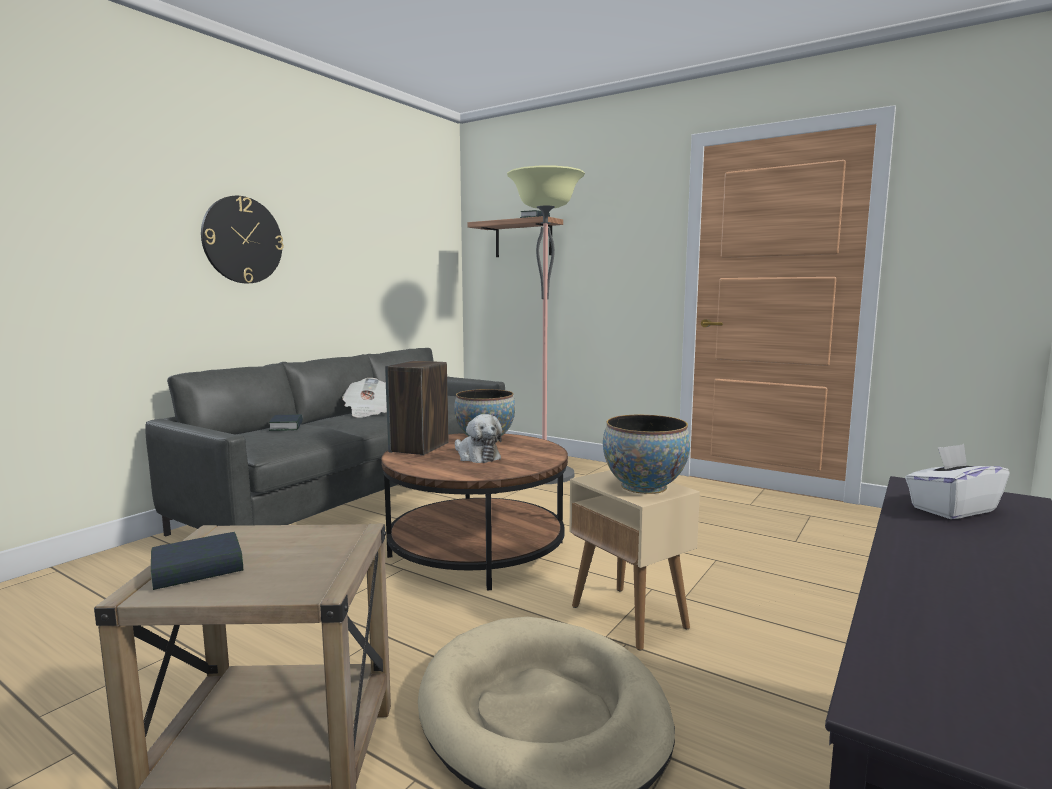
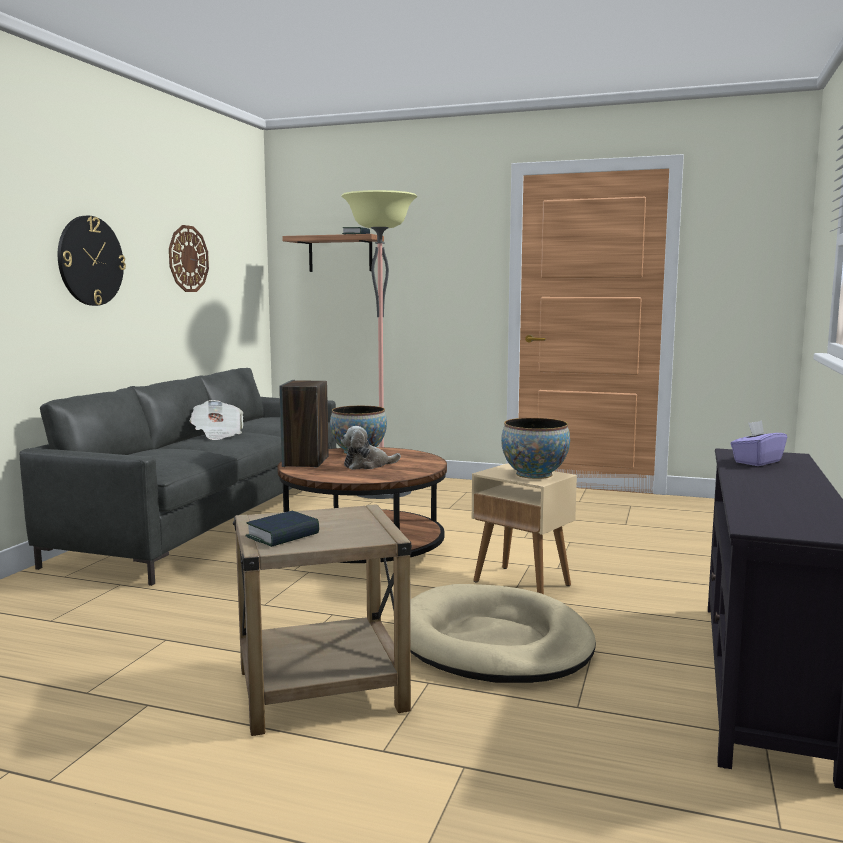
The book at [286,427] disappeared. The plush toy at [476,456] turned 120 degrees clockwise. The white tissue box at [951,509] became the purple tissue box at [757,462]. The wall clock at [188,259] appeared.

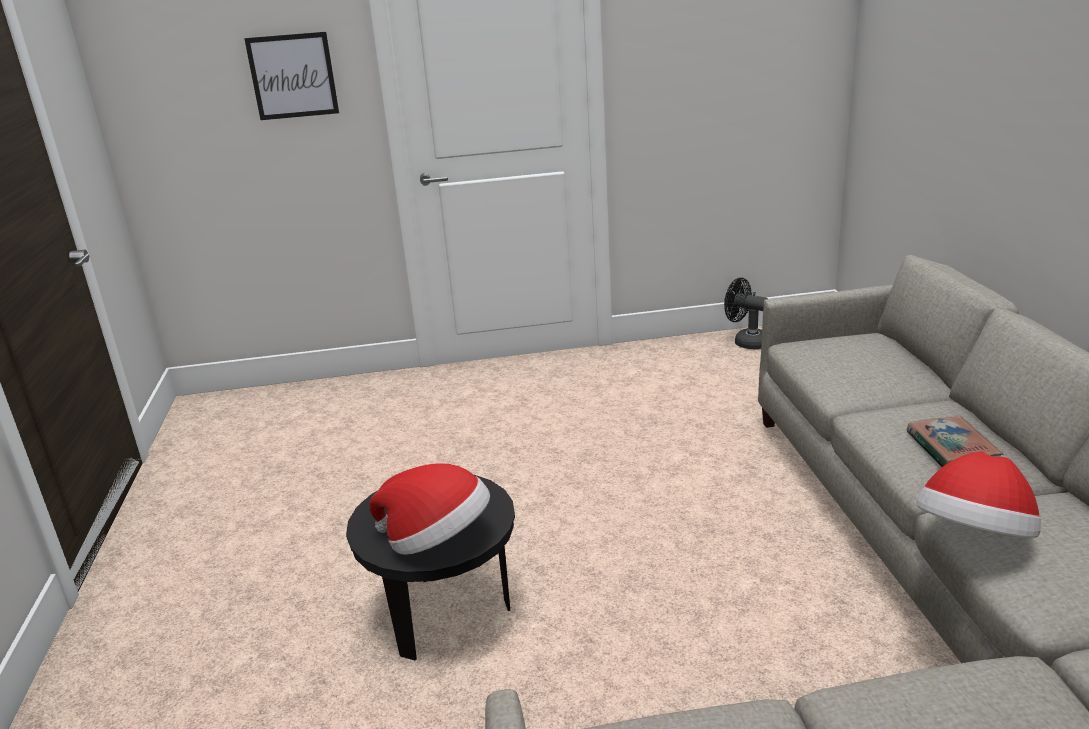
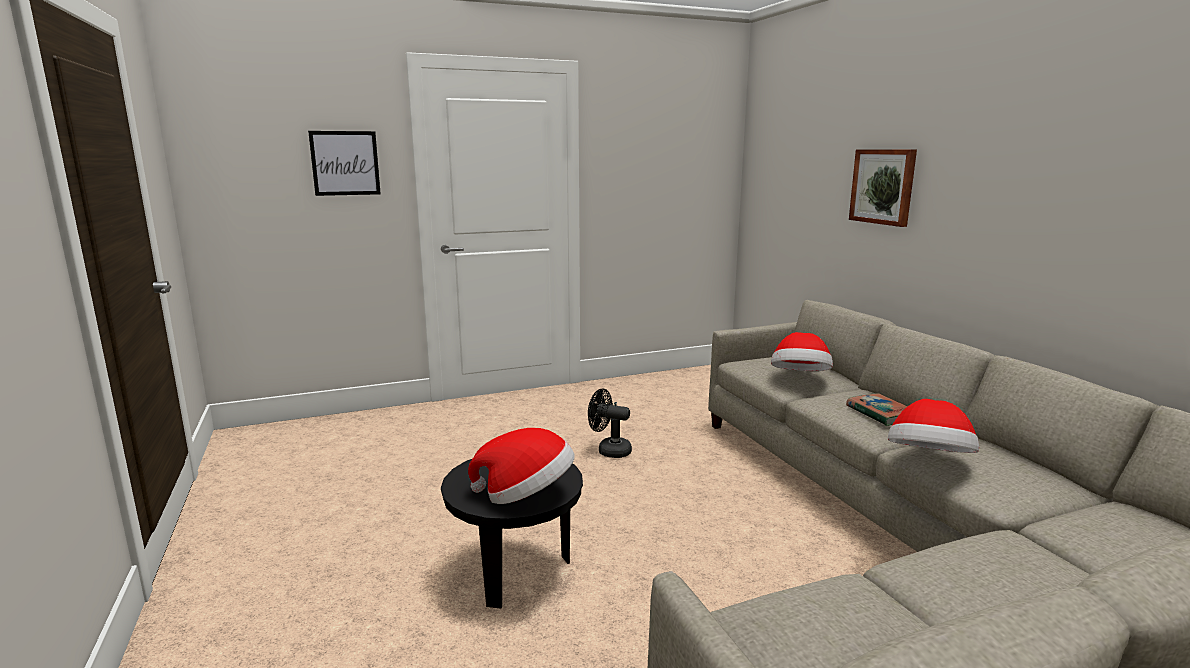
The black fan moved from [746,342] to [609,450]. The hat at [800,378] appeared. The picture at [883,186] appeared.

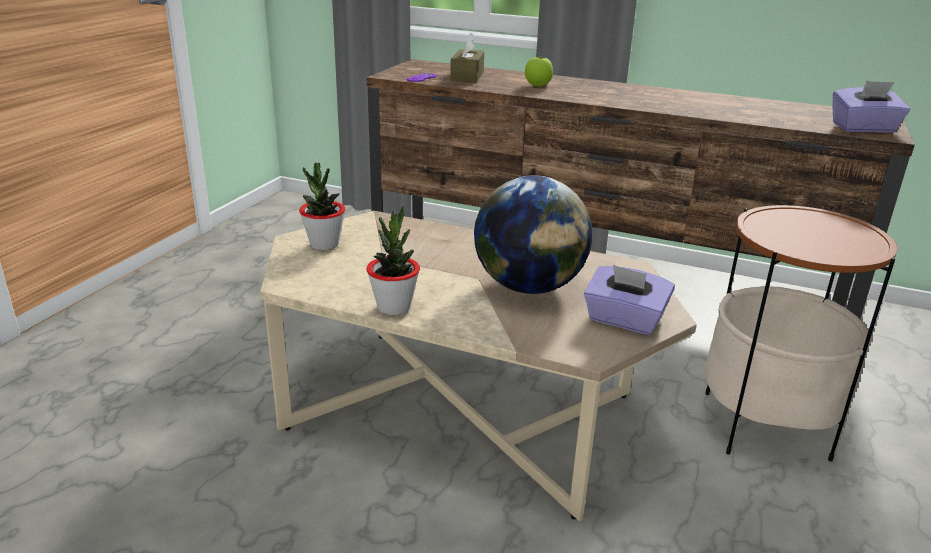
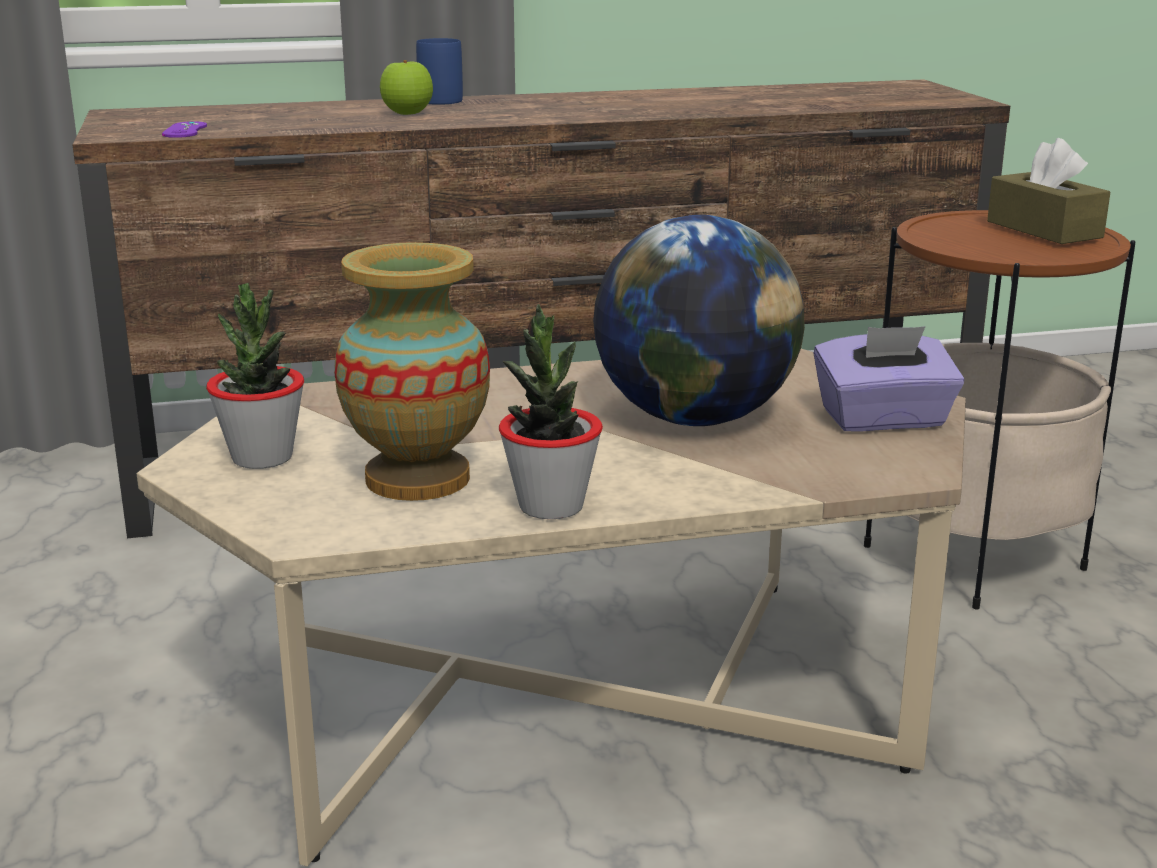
The brown tissue box moved from [467,76] to [1044,229]. The purple tissue box at [864,128] disappeared. The vase at [417,479] appeared. The blue mug at [437,99] appeared.

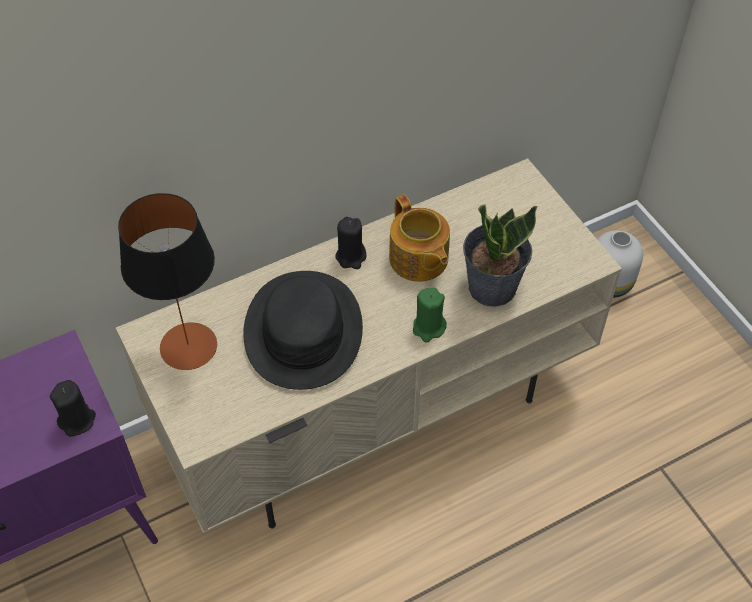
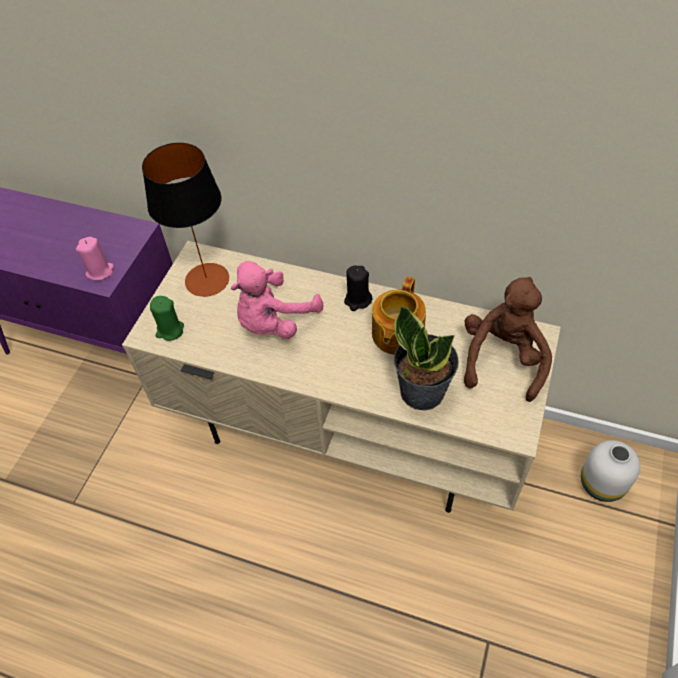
The black candle at [77,420] became the pink candle at [100,271]. The black hat at [302,331] was replaced by the pink plush toy at [274,321]. The green candle moved from [428,328] to [170,330]. The brown plush toy at [503,358] appeared.

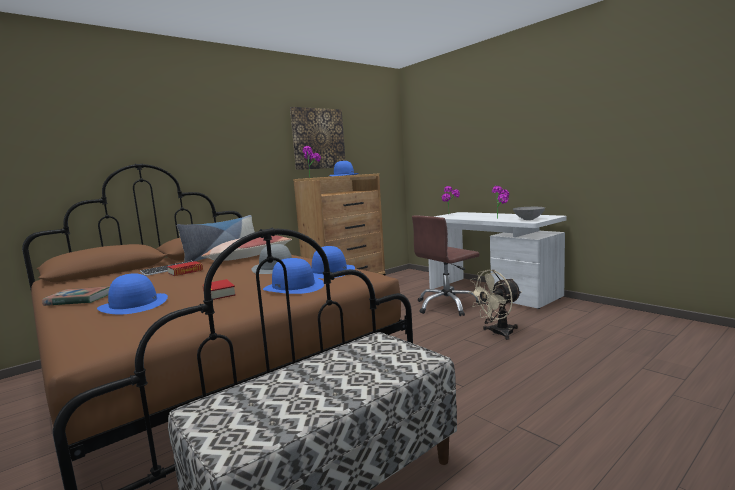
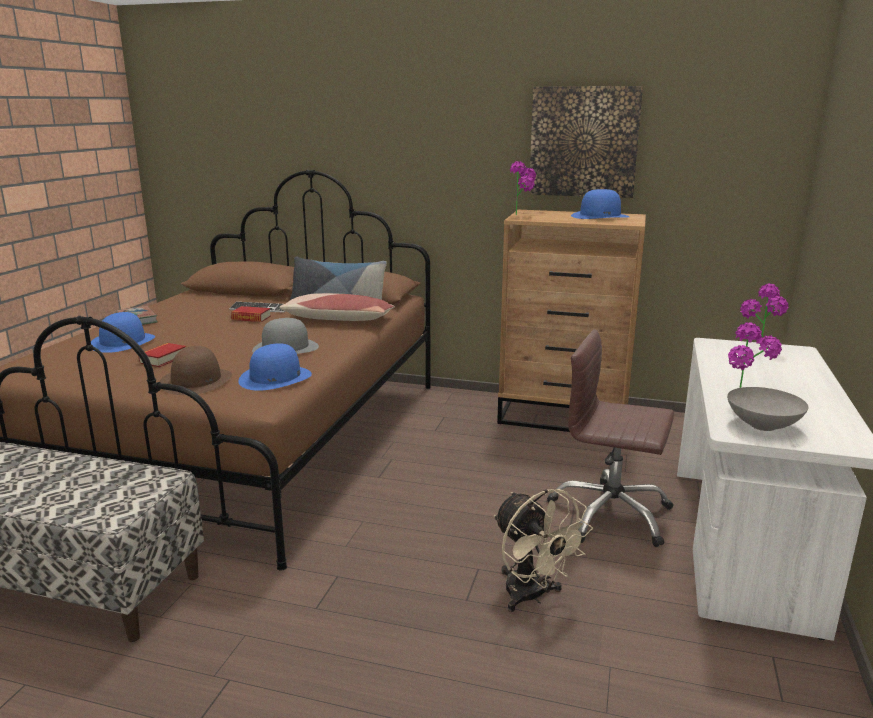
The blue hat at [294,287] became the brown hat at [196,381]. The beige fan at [497,333] turned 150 degrees counterclockwise.

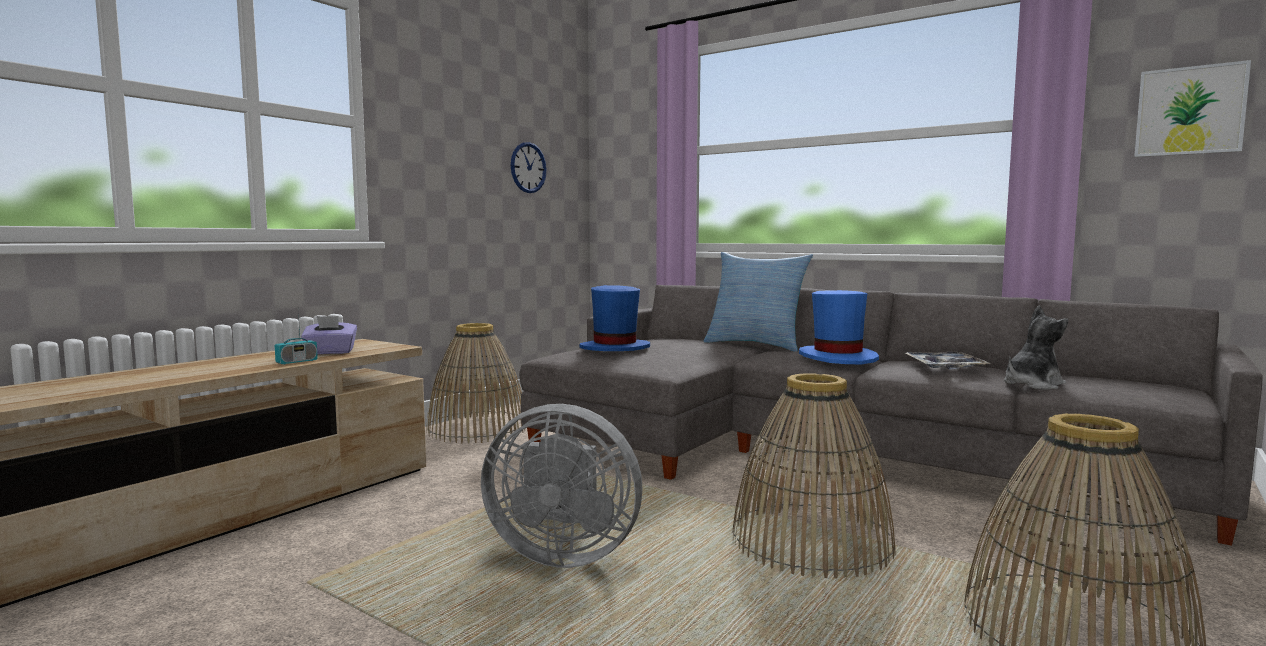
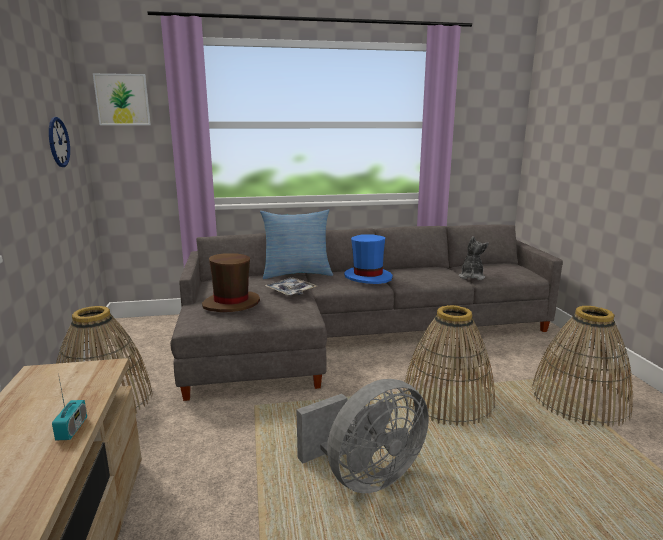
The purple tissue box at [330,352] disappeared. The blue hat at [614,348] became the brown hat at [231,304]. The tray moved from [944,367] to [290,291]. The picture moved from [1189,111] to [122,99].

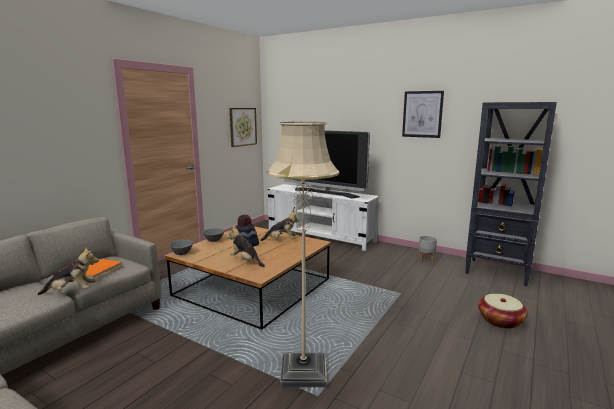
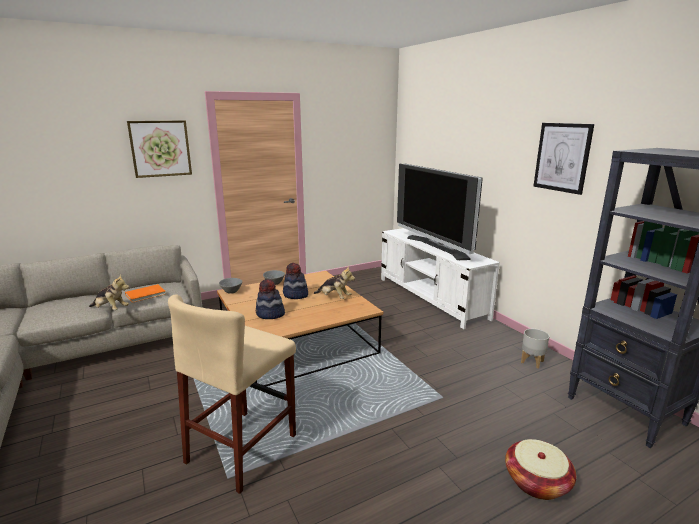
The plush toy at [245,261] was replaced by the hat at [270,314]. The picture moved from [243,127] to [160,148]. The beige floor lamp at [303,372] was replaced by the beige stool at [242,448].

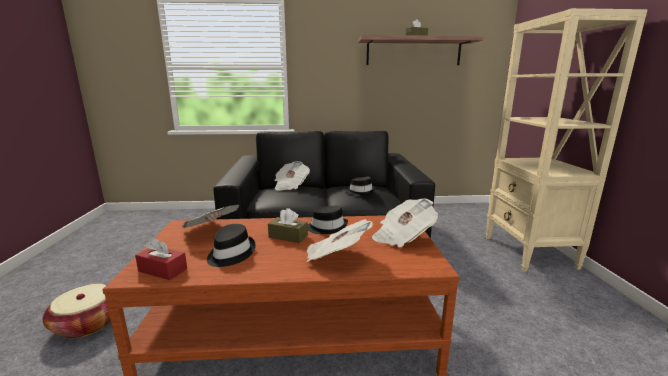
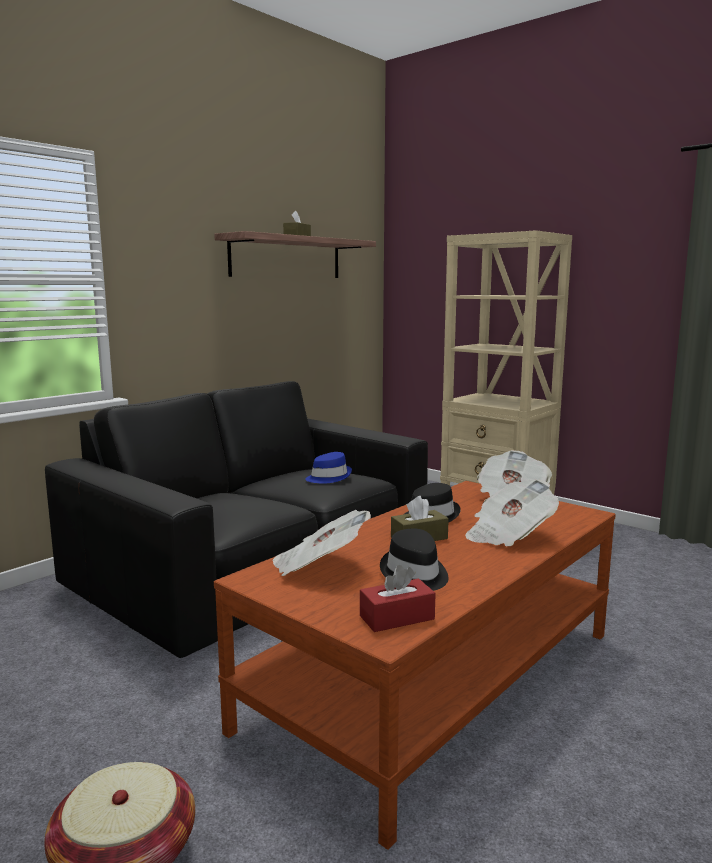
The newspaper at [290,186] disappeared. The black hat at [360,191] became the blue hat at [328,477].

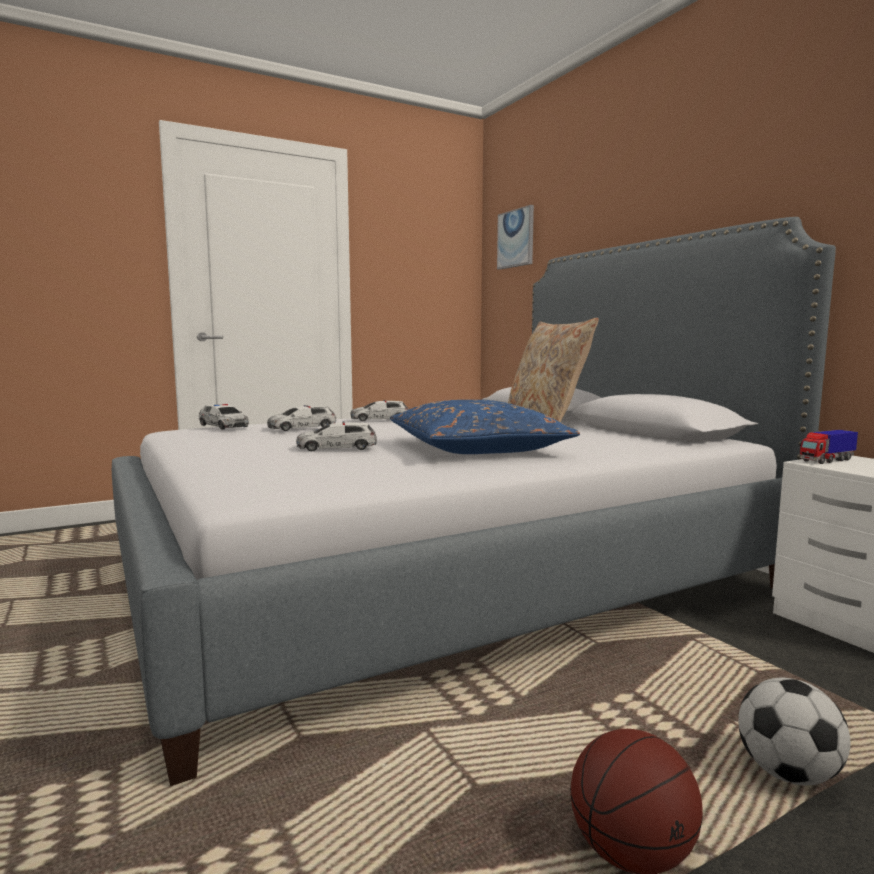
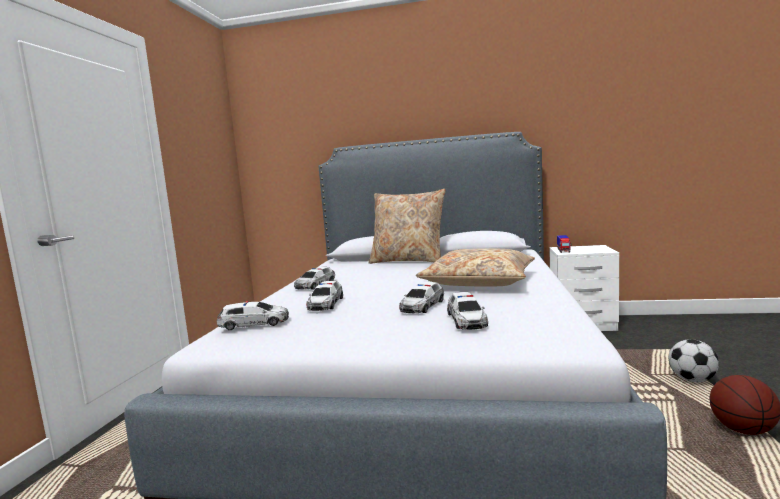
The blue pillow at [477,448] became the beige pillow at [479,282]. The picture at [516,238] disappeared. The toy car at [467,320] appeared.

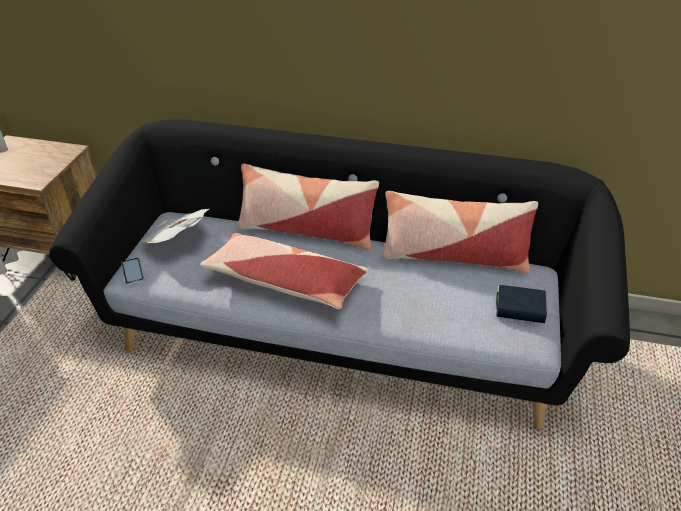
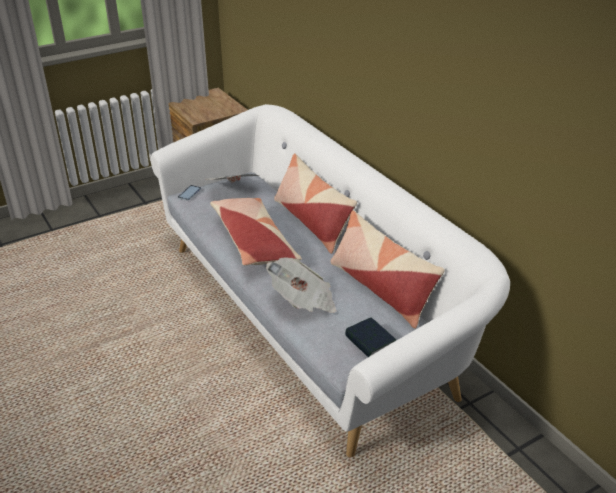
The black sofa at [340,328] became the white sofa at [308,313]. The newspaper at [303,301] appeared.

